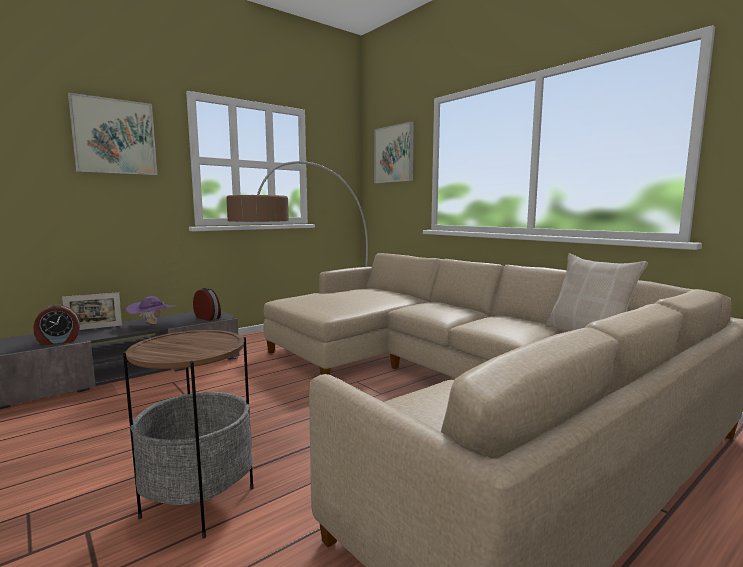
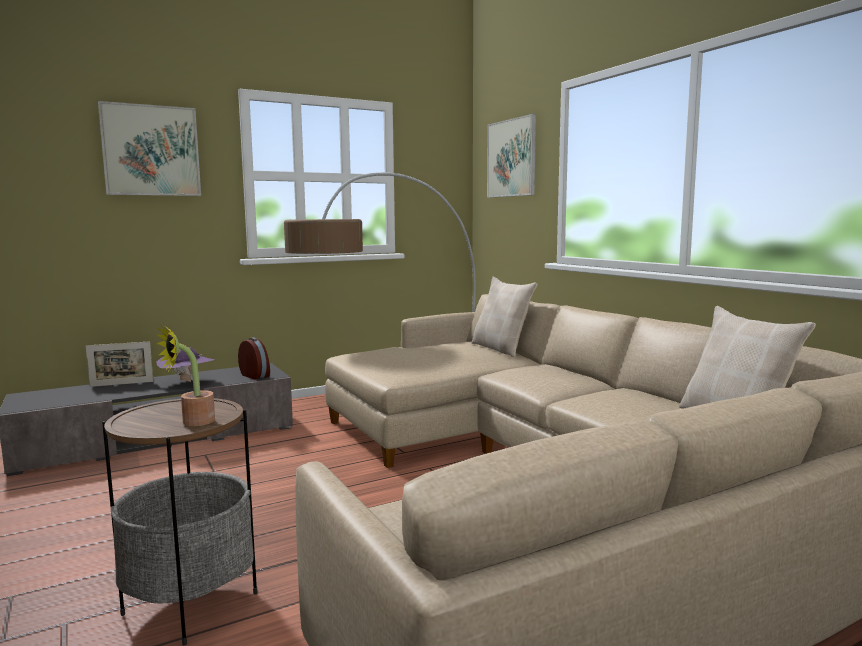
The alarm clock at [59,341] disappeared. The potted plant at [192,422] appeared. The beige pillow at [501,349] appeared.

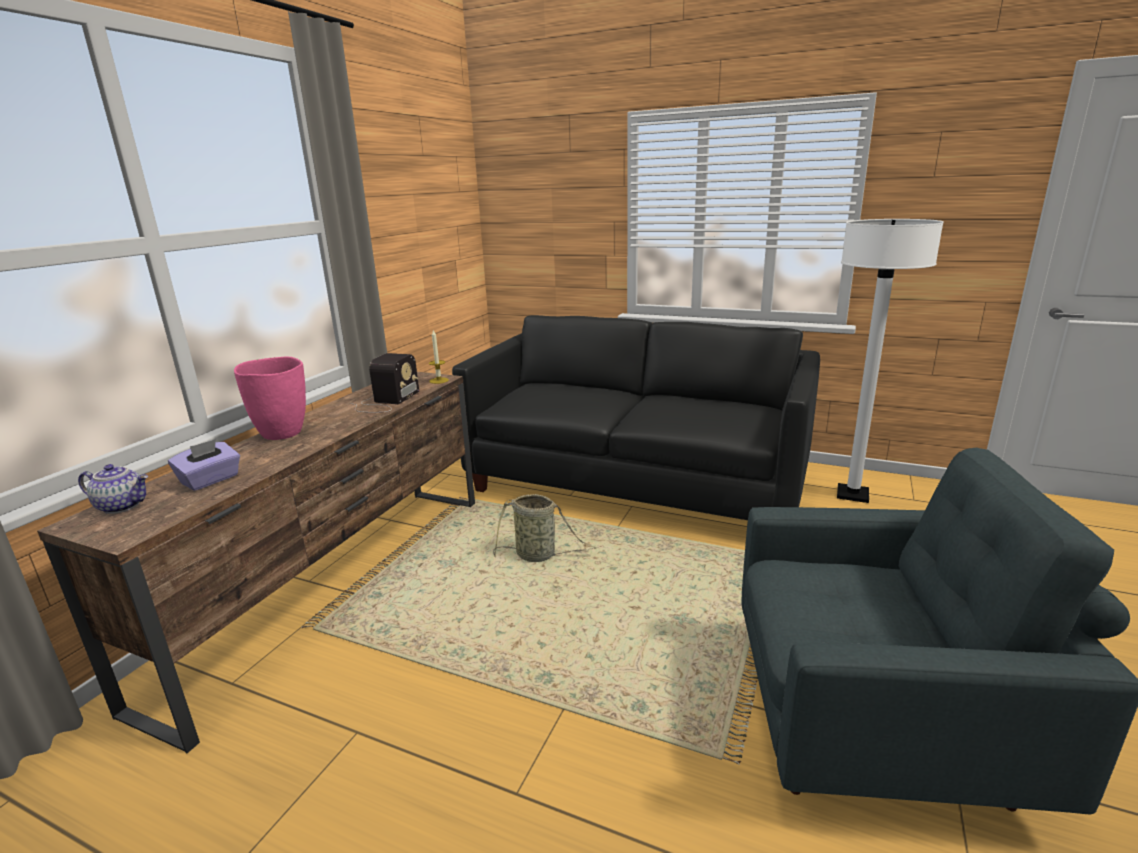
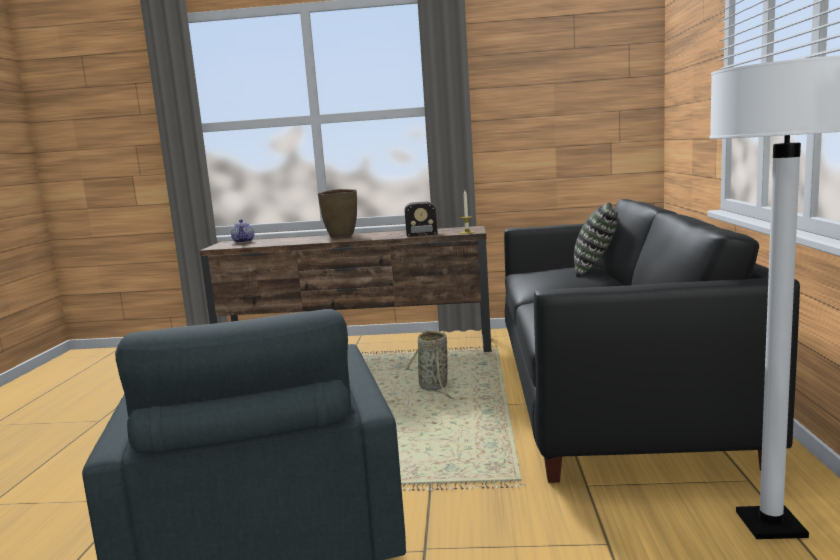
The purple tissue box at [211,480] disappeared. The pink vase at [283,433] became the brown vase at [341,236]. The pillow at [595,270] appeared.

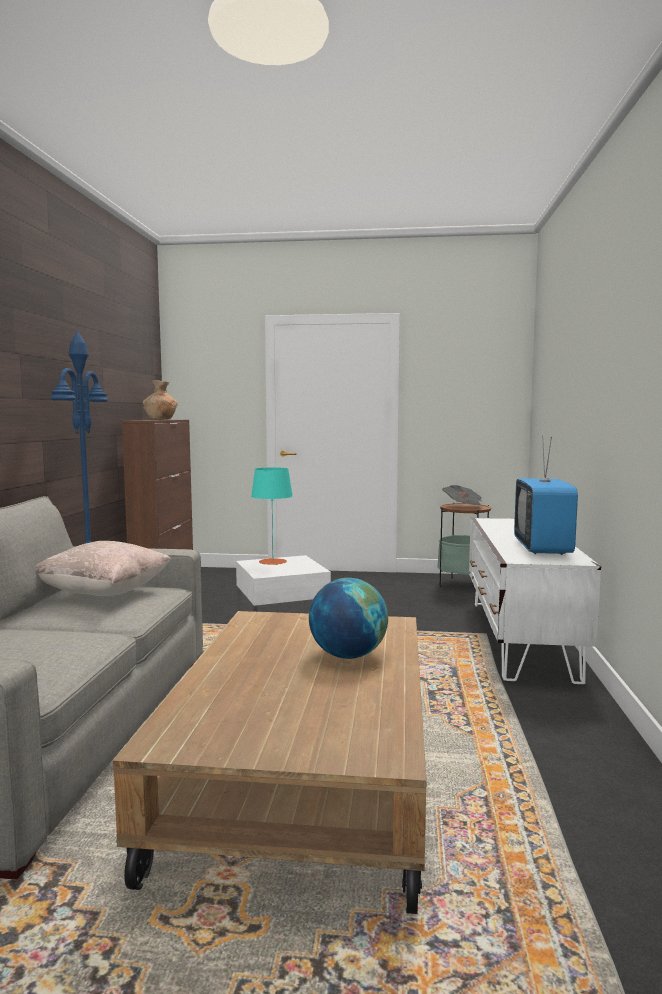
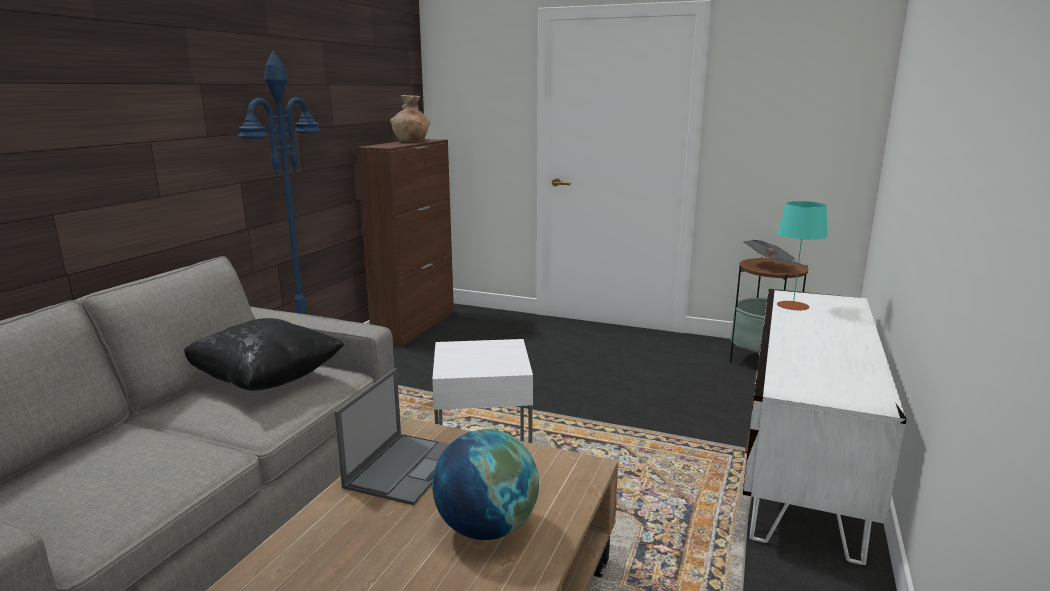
The beige pillow at [105,593] became the black pillow at [267,380]. The turquoise table lamp moved from [272,562] to [793,306]. The television at [542,548] disappeared. The laptop at [405,467] appeared.

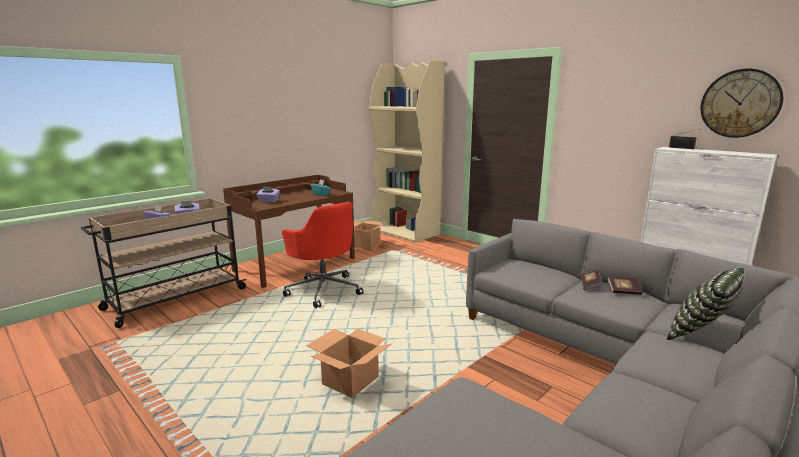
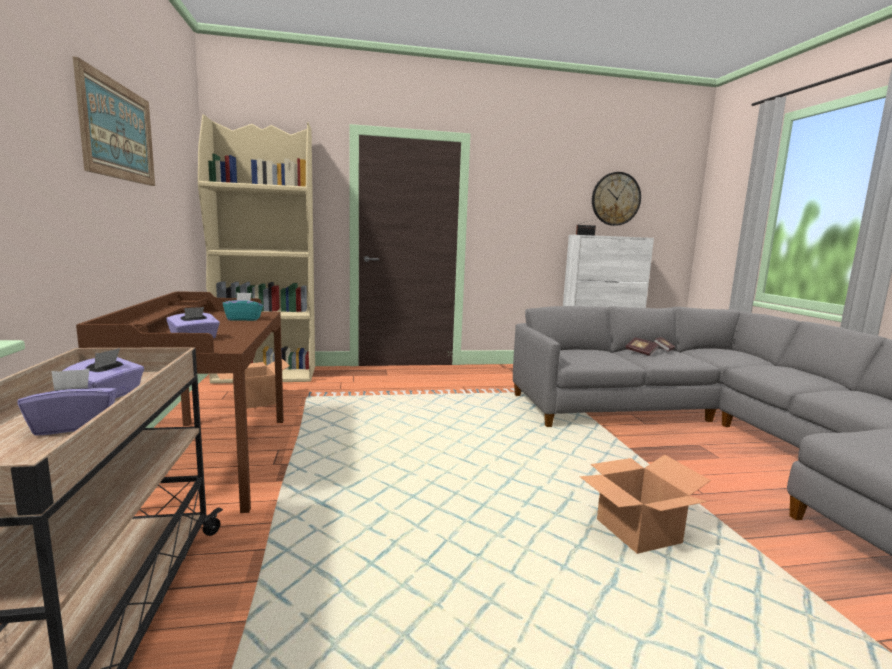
The red office chair at [323,290] disappeared. The pillow at [700,333] disappeared. The picture at [118,131] appeared.

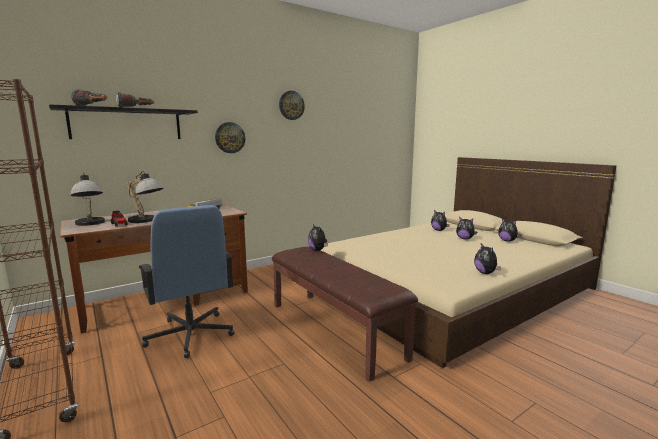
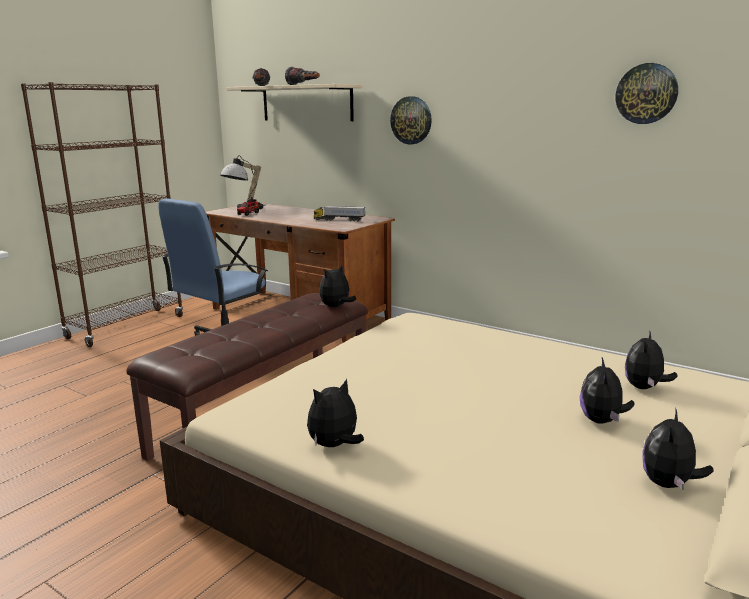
The black shelf at [127,124] became the beige shelf at [306,103]. The table lamp at [146,221] disappeared. The wall clock moved from [291,105] to [646,93].

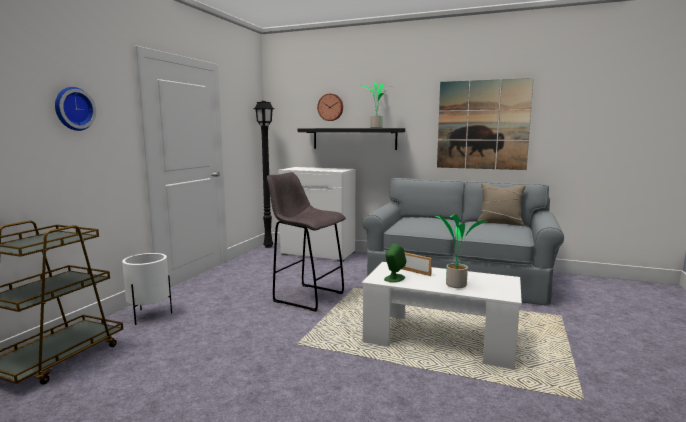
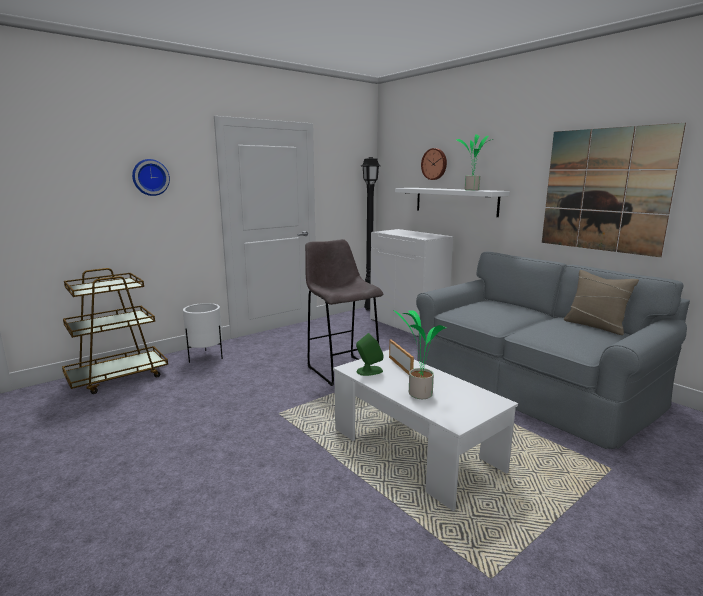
The black shelf at [354,138] became the white shelf at [455,201].

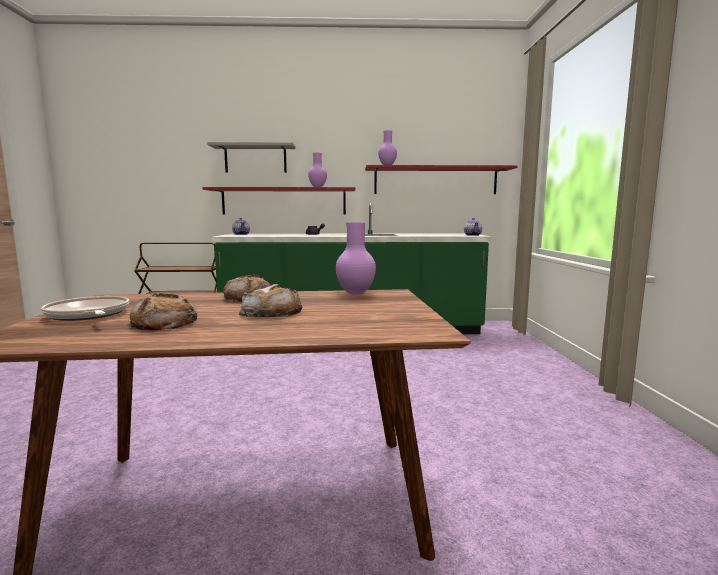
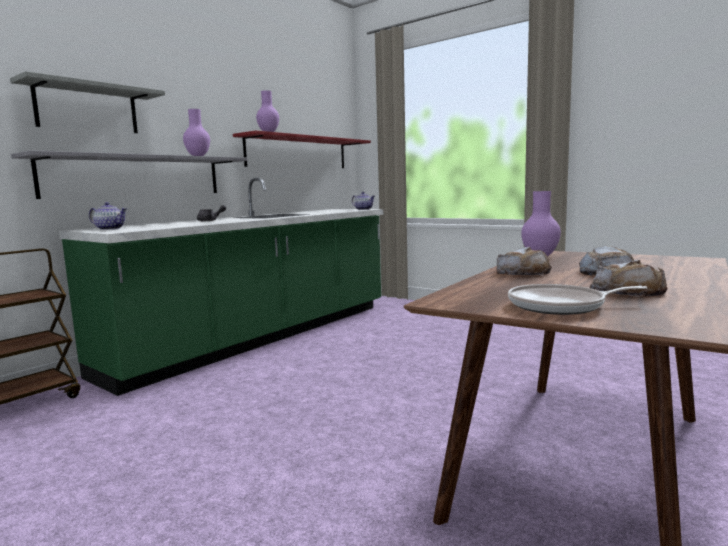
The red shelf at [284,201] became the grey shelf at [136,176].

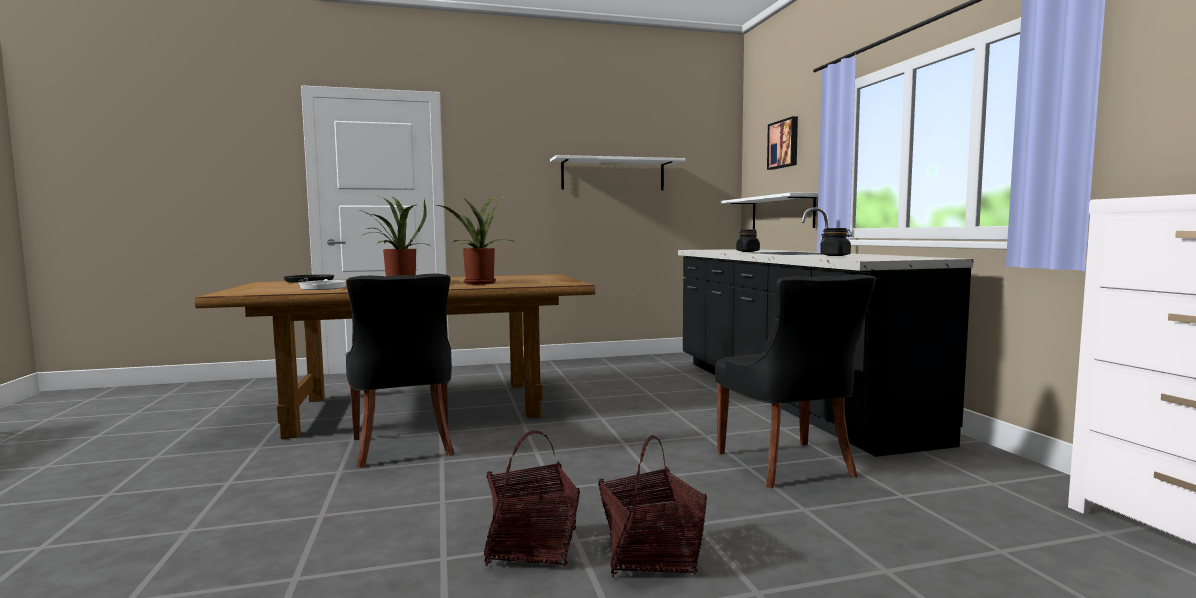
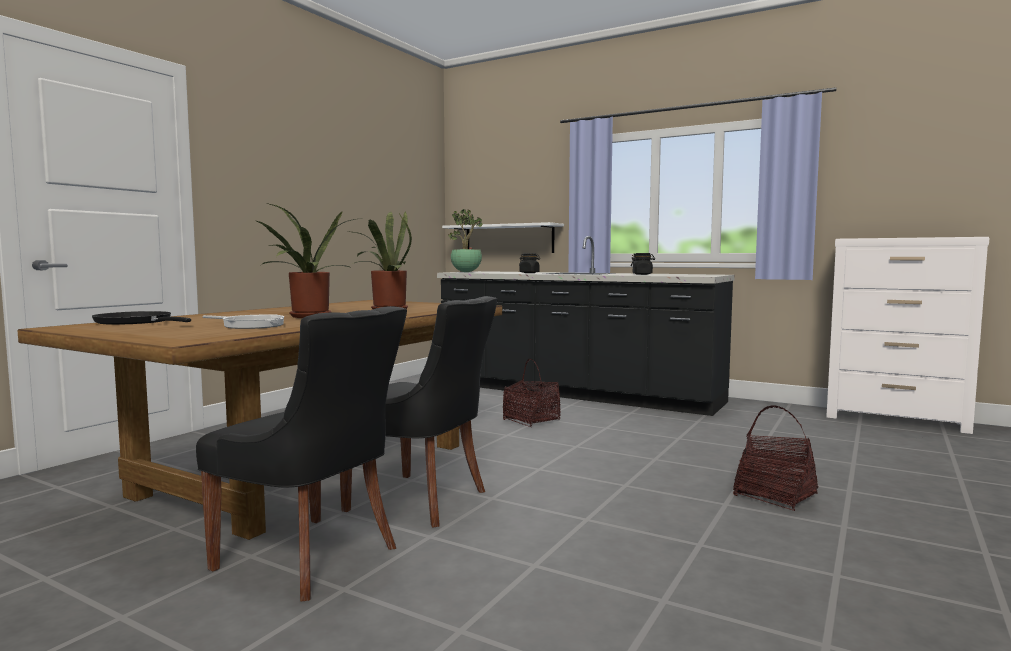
The basket moved from [533,547] to [531,420]. The white shelf at [613,175] disappeared. The black chair moved from [788,465] to [312,558]. The picture at [784,144] disappeared. The potted plant at [467,272] appeared.

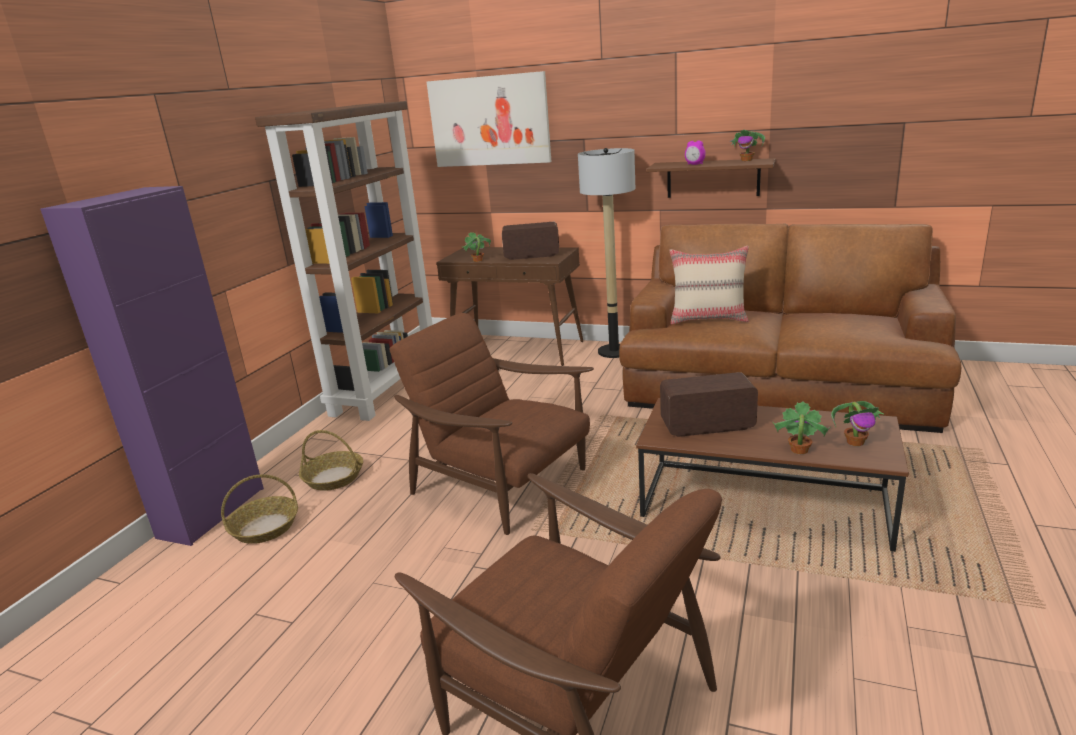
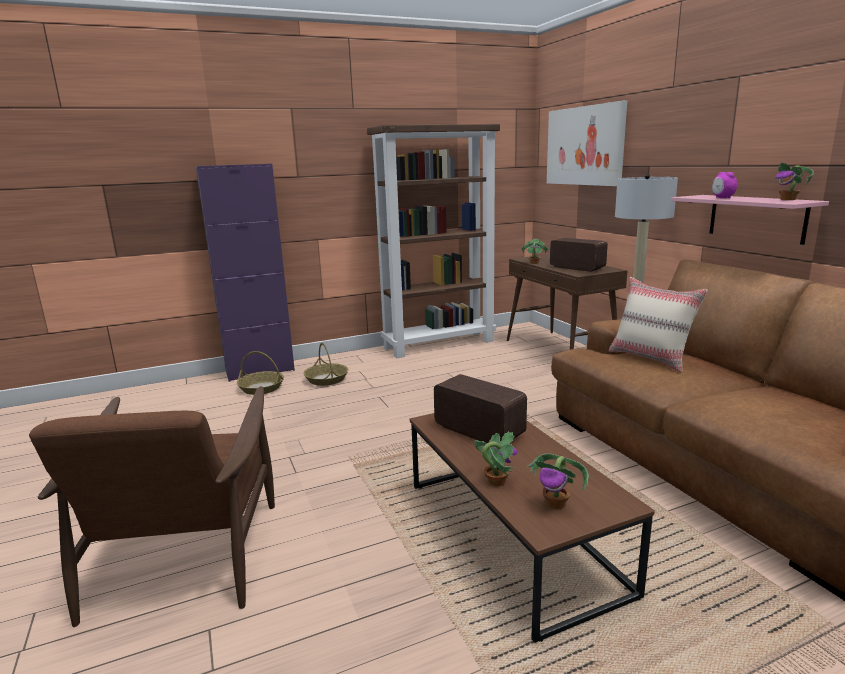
The brown armchair at [502,483] disappeared. The brown shelf at [713,178] became the pink shelf at [756,218].

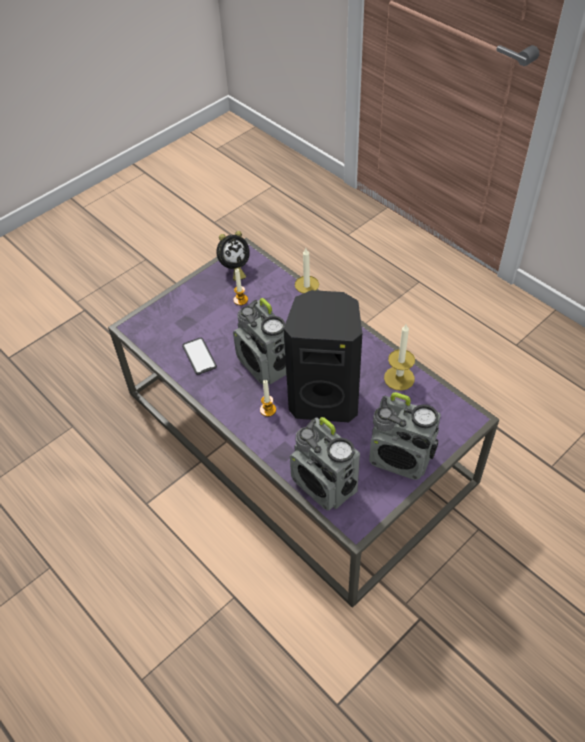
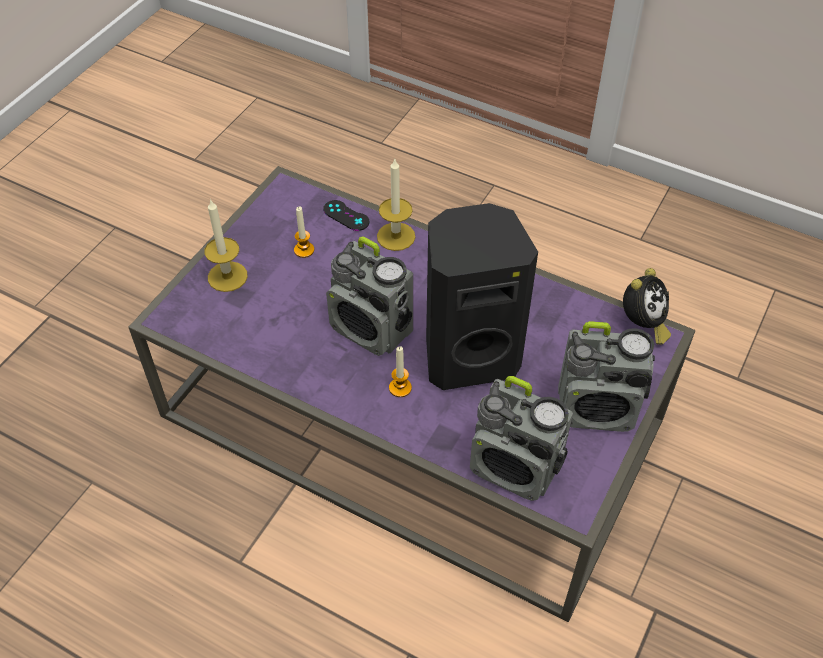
The phone at [199,356] disappeared. The alarm clock moved from [234,269] to [642,325]. The candle moved from [399,378] to [227,276]. The black game controller at [346,215] appeared.

